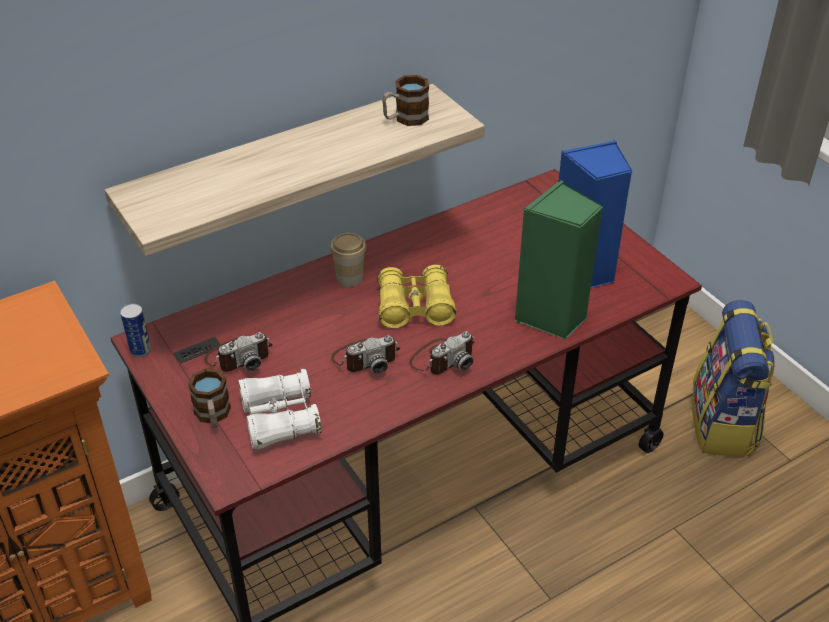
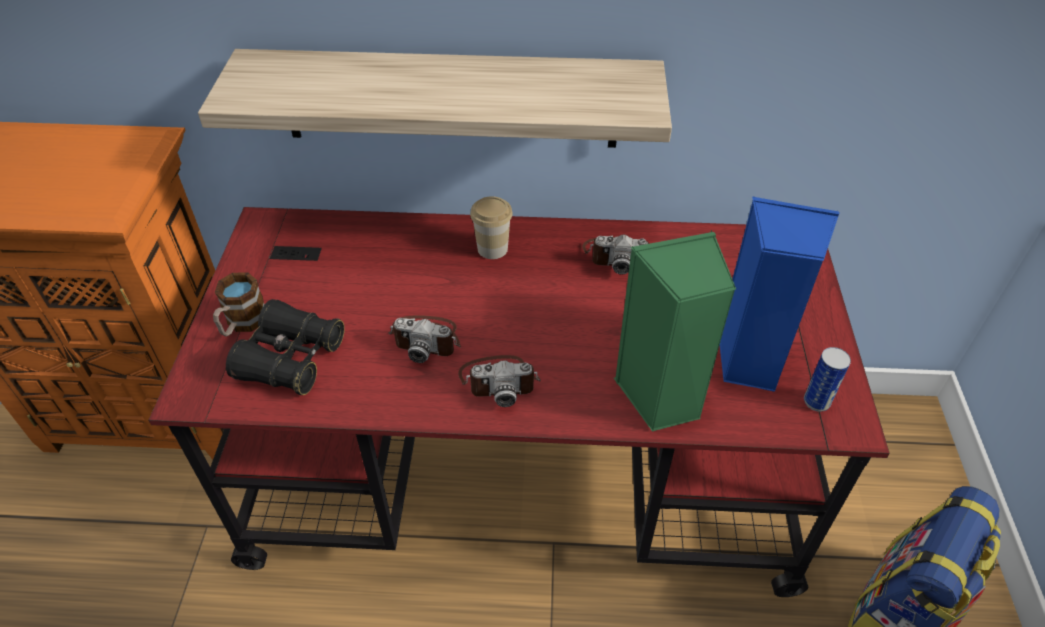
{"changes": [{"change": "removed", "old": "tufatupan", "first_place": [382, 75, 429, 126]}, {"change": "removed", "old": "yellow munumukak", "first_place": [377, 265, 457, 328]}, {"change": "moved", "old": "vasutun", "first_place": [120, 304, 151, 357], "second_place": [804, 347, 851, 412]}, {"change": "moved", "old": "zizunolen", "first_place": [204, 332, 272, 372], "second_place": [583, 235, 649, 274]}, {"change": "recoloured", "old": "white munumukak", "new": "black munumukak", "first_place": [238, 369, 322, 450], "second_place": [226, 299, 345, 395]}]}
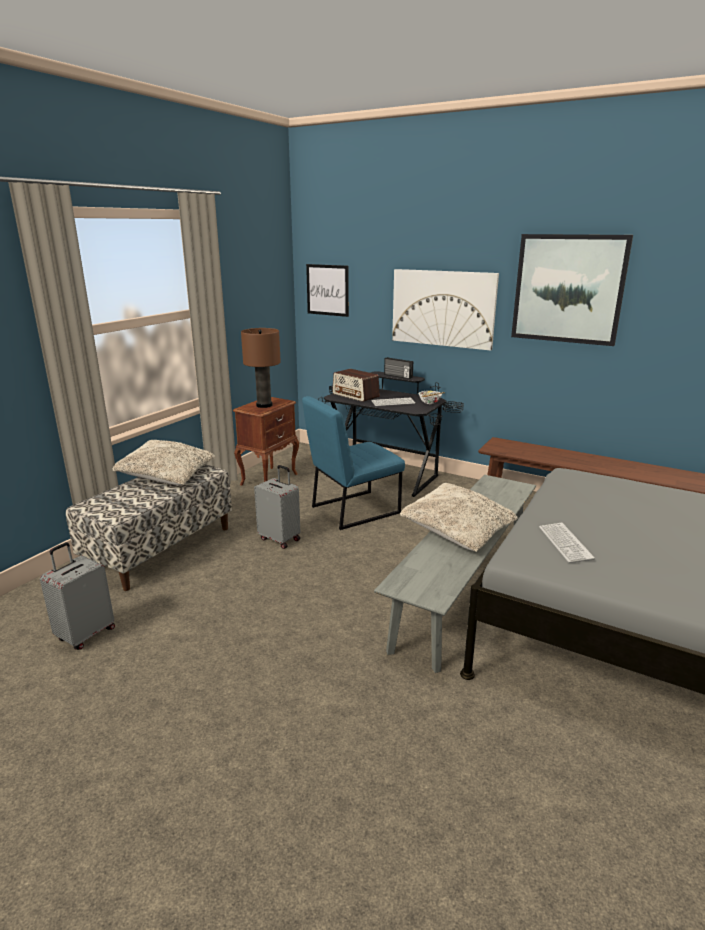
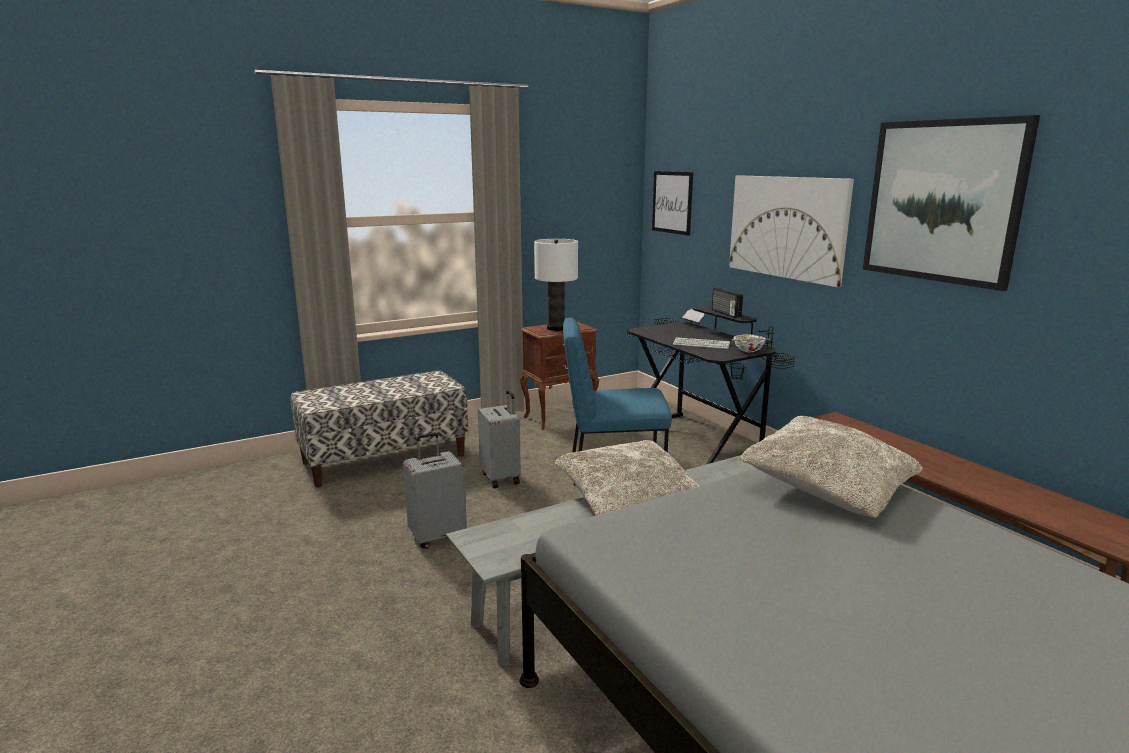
{"changes": [{"change": "recoloured", "old": "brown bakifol", "new": "white bakifol", "first_place": [241, 328, 281, 408], "second_place": [534, 239, 578, 331]}, {"change": "removed", "old": "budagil", "first_place": [332, 369, 380, 402]}, {"change": "moved", "old": "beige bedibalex", "first_place": [112, 440, 215, 485], "second_place": [740, 416, 922, 518]}, {"change": "removed", "old": "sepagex", "first_place": [539, 523, 595, 563]}, {"change": "moved", "old": "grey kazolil", "first_place": [40, 542, 115, 650], "second_place": [403, 432, 467, 549]}]}
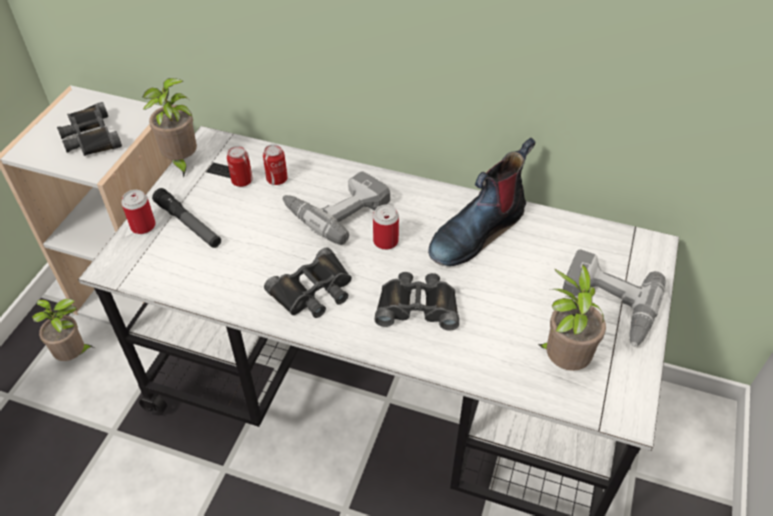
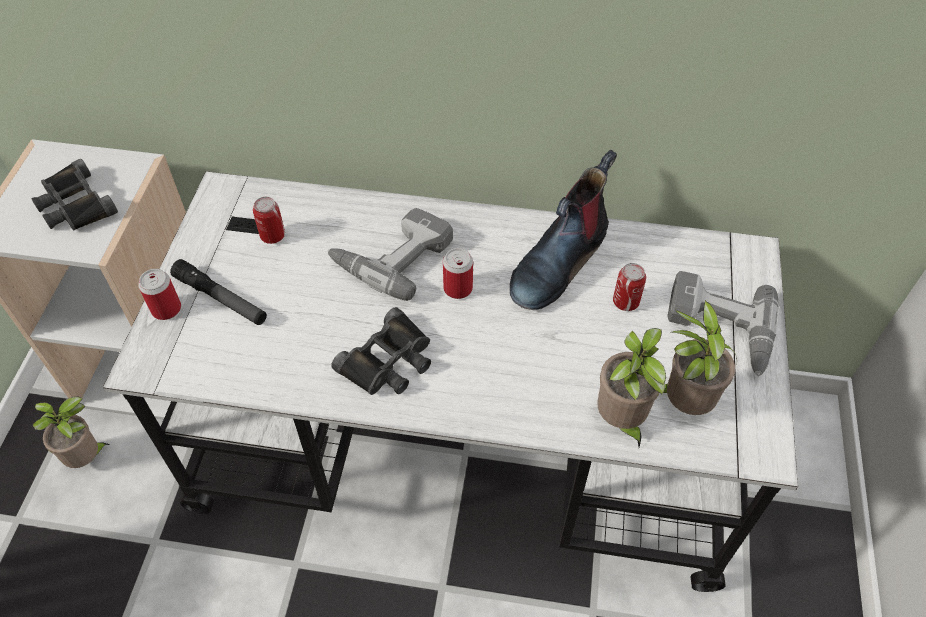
{"changes": [{"change": "moved", "old": "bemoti", "first_place": [143, 78, 197, 178], "second_place": [597, 328, 666, 447]}, {"change": "moved", "old": "vasutun", "first_place": [263, 144, 288, 185], "second_place": [613, 263, 646, 311]}, {"change": "removed", "old": "black munumukak", "first_place": [374, 272, 459, 330]}]}
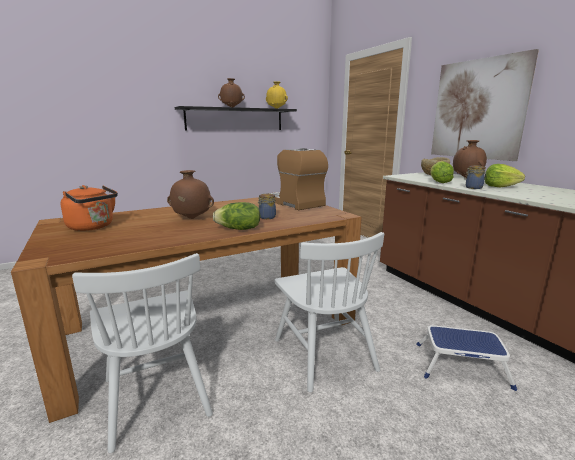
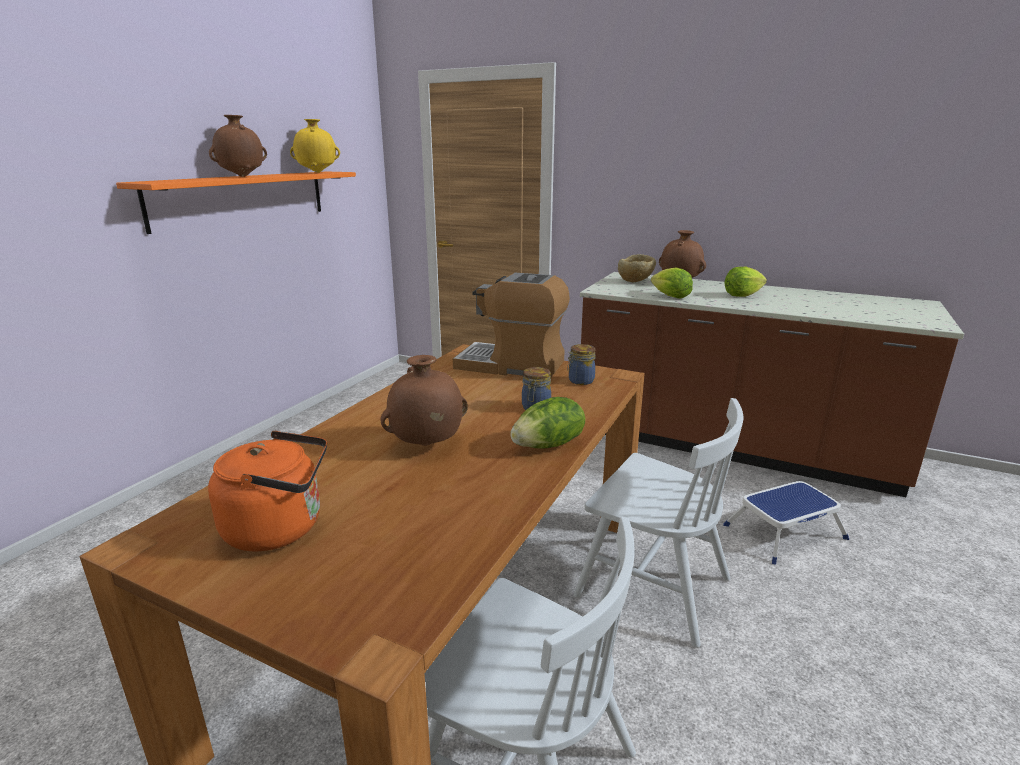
{"changes": [{"change": "removed", "old": "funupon", "first_place": [431, 49, 539, 161]}, {"change": "recoloured", "old": "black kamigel", "new": "orange kamigel", "first_place": [175, 106, 297, 131], "second_place": [116, 172, 356, 234]}, {"change": "moved", "old": "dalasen", "first_place": [464, 165, 486, 189], "second_place": [567, 344, 595, 385]}]}
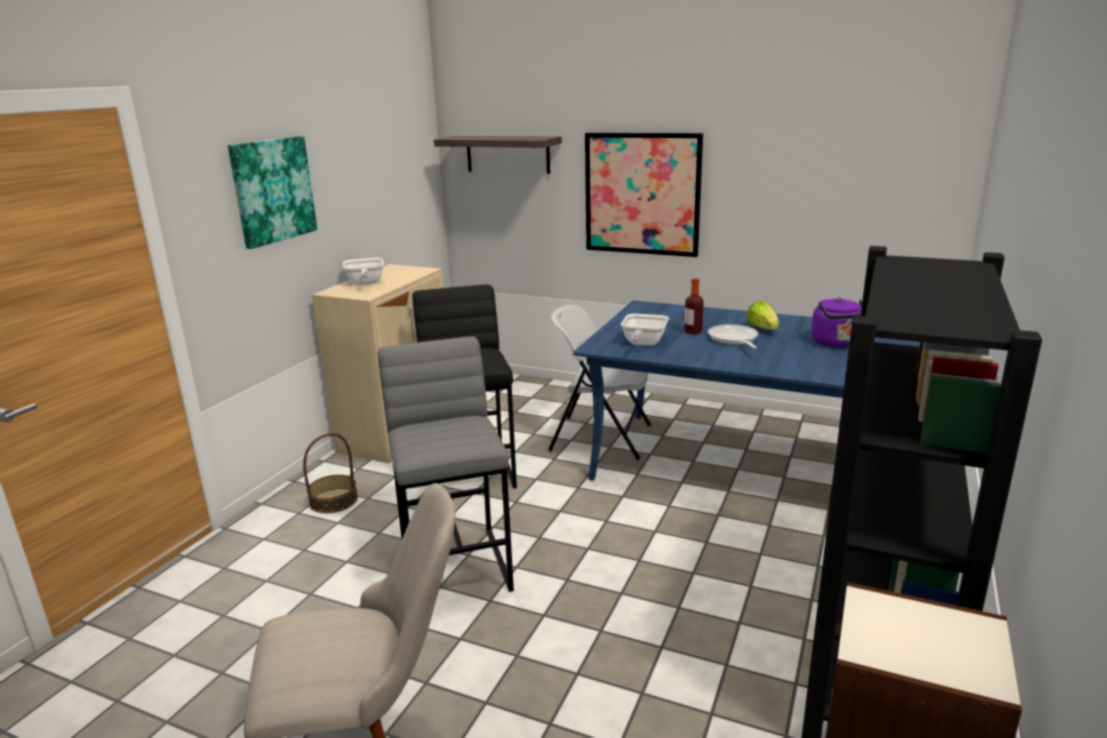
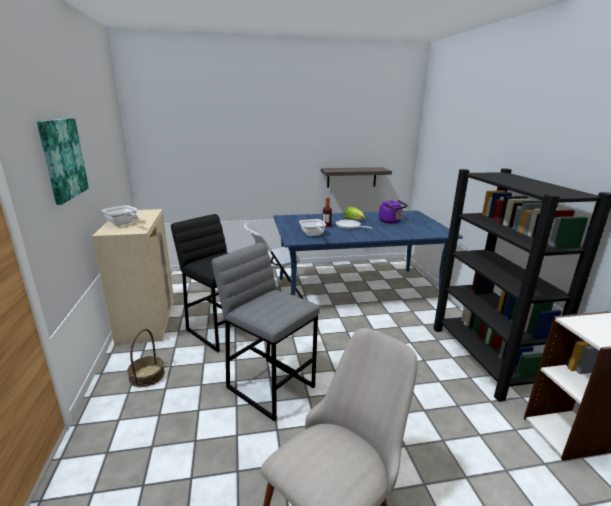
{"changes": [{"change": "removed", "old": "funupon", "first_place": [585, 133, 703, 257]}, {"change": "moved", "old": "kamigel", "first_place": [434, 136, 562, 174], "second_place": [321, 167, 392, 188]}]}
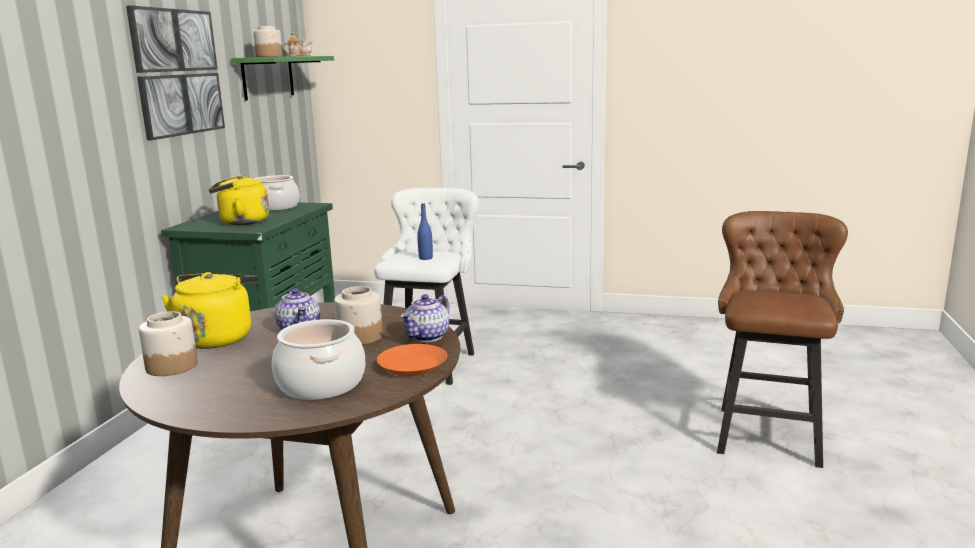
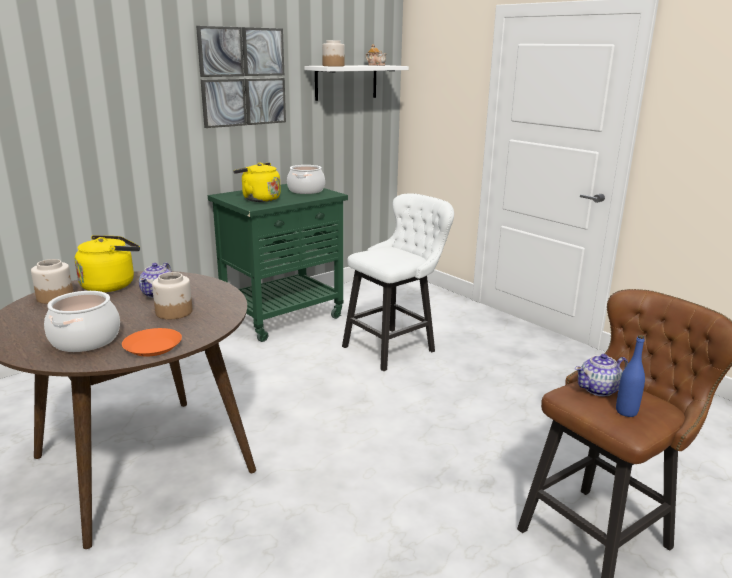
{"changes": [{"change": "recoloured", "old": "green kamigel", "new": "white kamigel", "first_place": [231, 56, 334, 101], "second_place": [304, 65, 409, 101]}, {"change": "moved", "old": "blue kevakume", "first_place": [417, 203, 433, 260], "second_place": [616, 335, 645, 417]}, {"change": "moved", "old": "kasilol", "first_place": [401, 294, 450, 342], "second_place": [575, 354, 628, 397]}]}
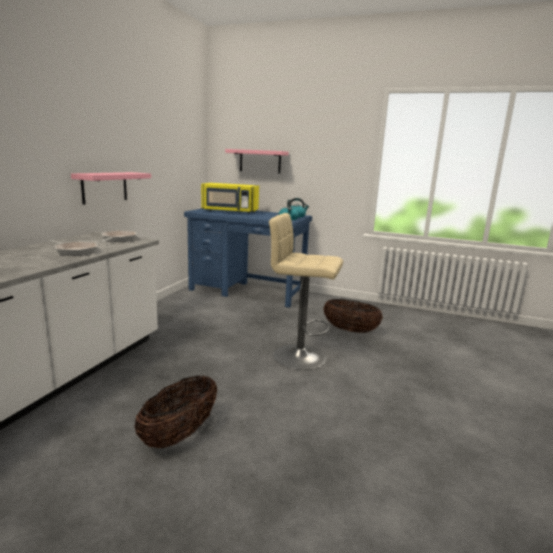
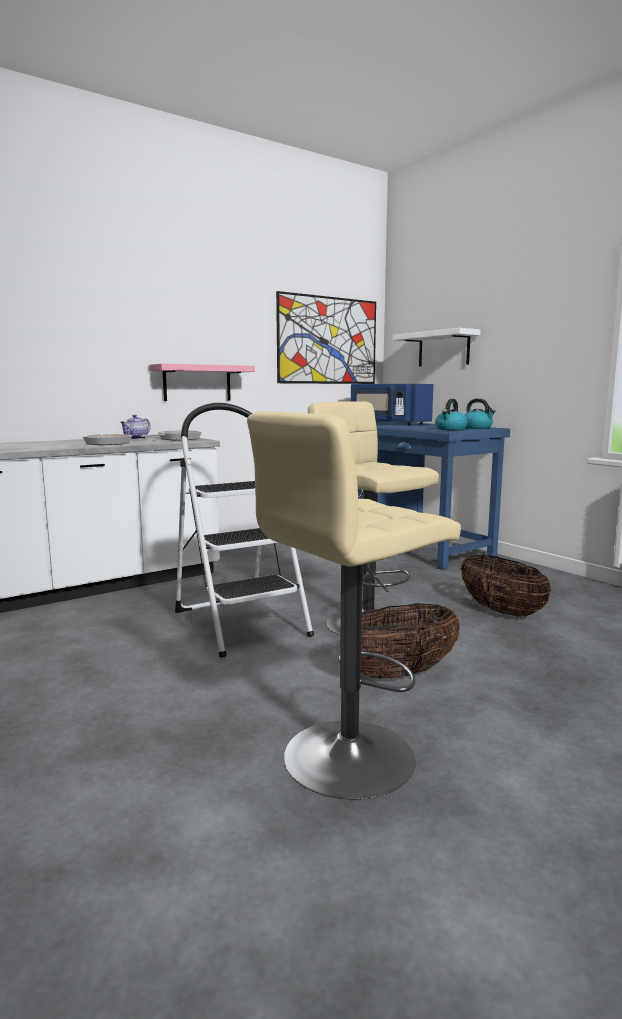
{"changes": [{"change": "recoloured", "old": "pink kamigel", "new": "white kamigel", "first_place": [225, 149, 289, 173], "second_place": [393, 328, 480, 367]}, {"change": "recoloured", "old": "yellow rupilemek", "new": "blue rupilemek", "first_place": [201, 183, 259, 214], "second_place": [351, 384, 433, 425]}, {"change": "moved", "old": "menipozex", "first_place": [134, 376, 217, 448], "second_place": [361, 603, 460, 678]}, {"change": "added", "new": "funupon", "second_place": [276, 291, 376, 384]}, {"change": "added", "new": "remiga", "second_place": [175, 403, 314, 657]}, {"change": "added", "new": "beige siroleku", "second_place": [247, 411, 461, 800]}, {"change": "added", "new": "kasilol", "second_place": [120, 415, 151, 439]}]}
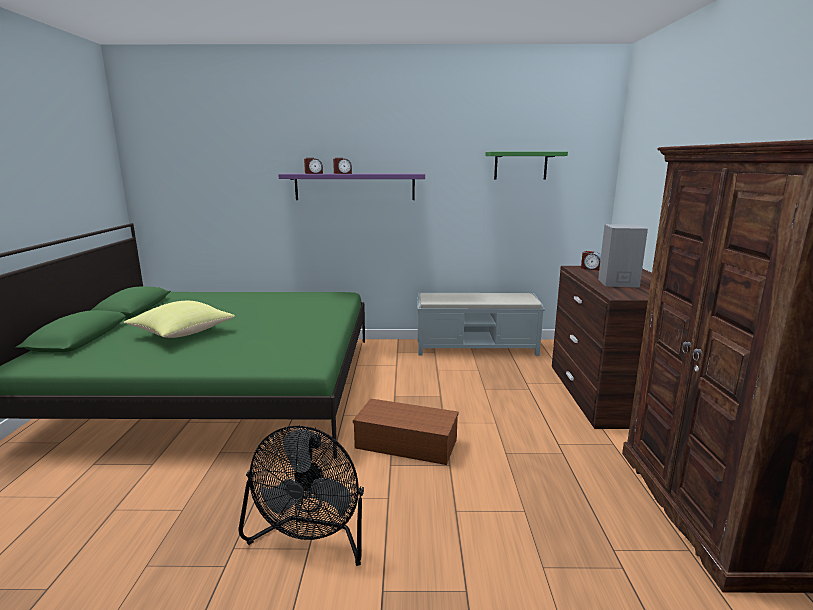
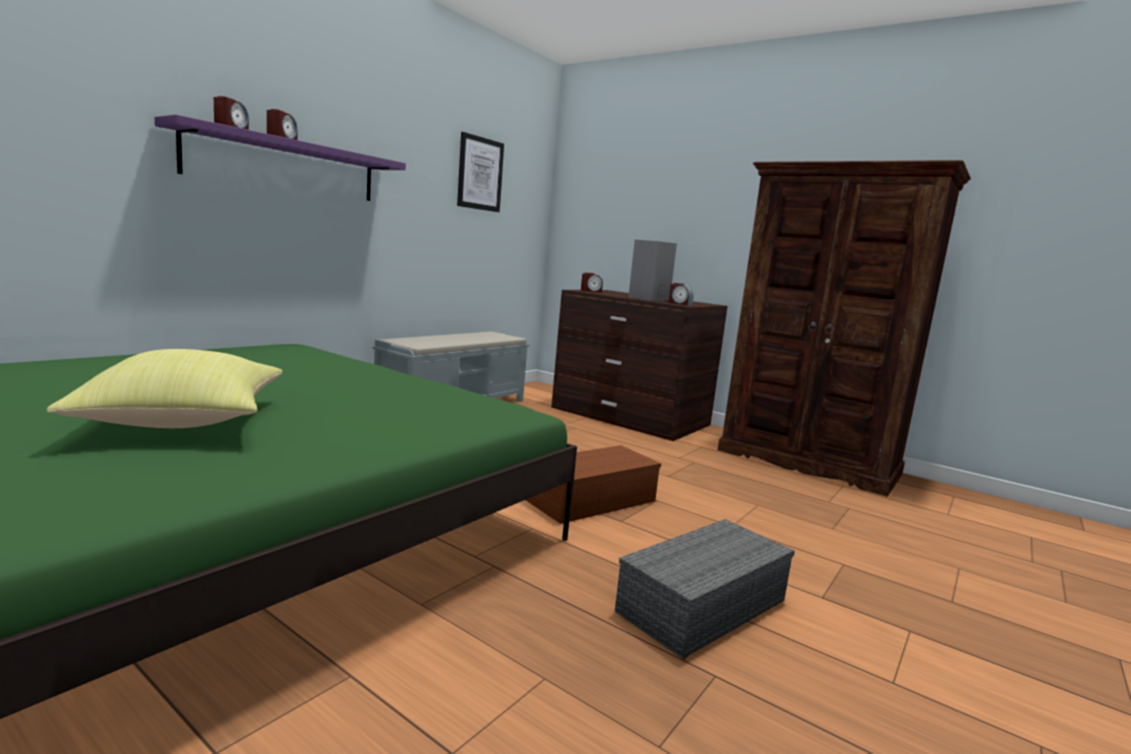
{"changes": [{"change": "replaced", "old": "green kamigel", "new": "funupon", "first_place": [485, 152, 568, 180], "second_place": [457, 132, 504, 212]}, {"change": "replaced", "old": "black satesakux", "new": "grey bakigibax", "first_place": [239, 425, 364, 566], "second_place": [615, 519, 795, 659]}, {"change": "added", "new": "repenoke", "second_place": [669, 283, 694, 305]}]}
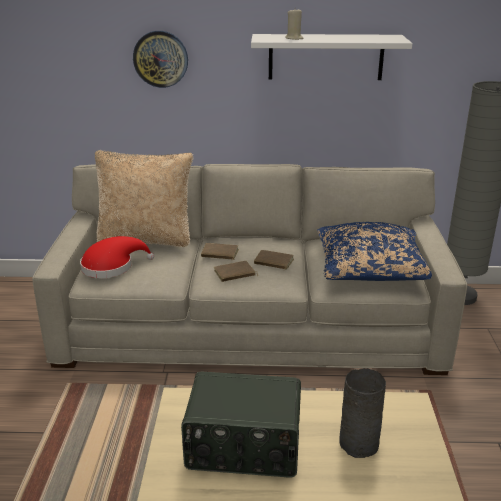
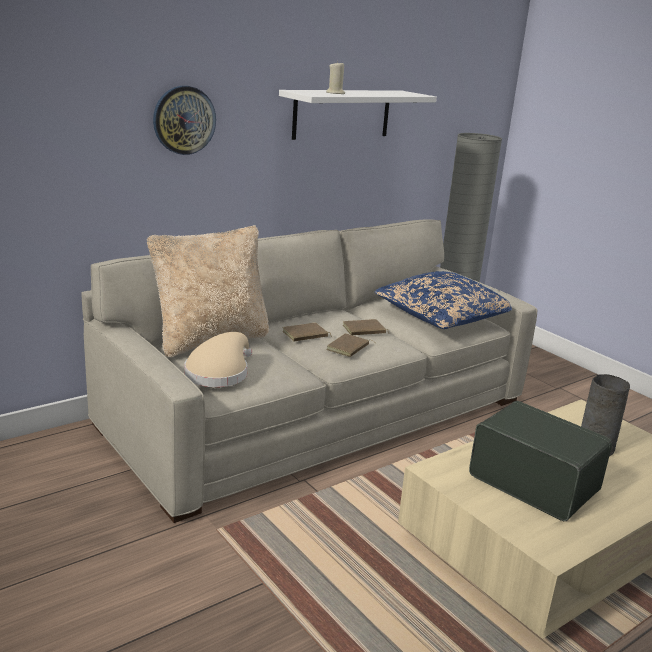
{"changes": [{"change": "recoloured", "old": "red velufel", "new": "beige velufel", "first_place": [80, 236, 154, 278], "second_place": [184, 332, 252, 387]}, {"change": "turned", "old": "budagil", "first_place": [181, 372, 301, 478], "second_place": [469, 401, 612, 521], "degrees": -105}]}
